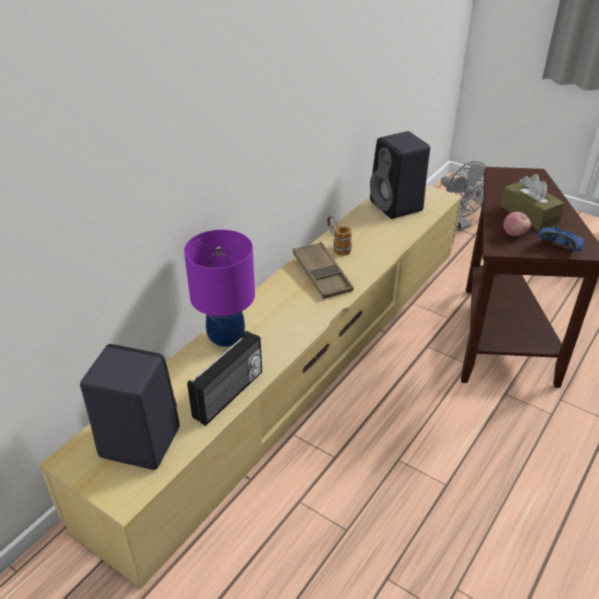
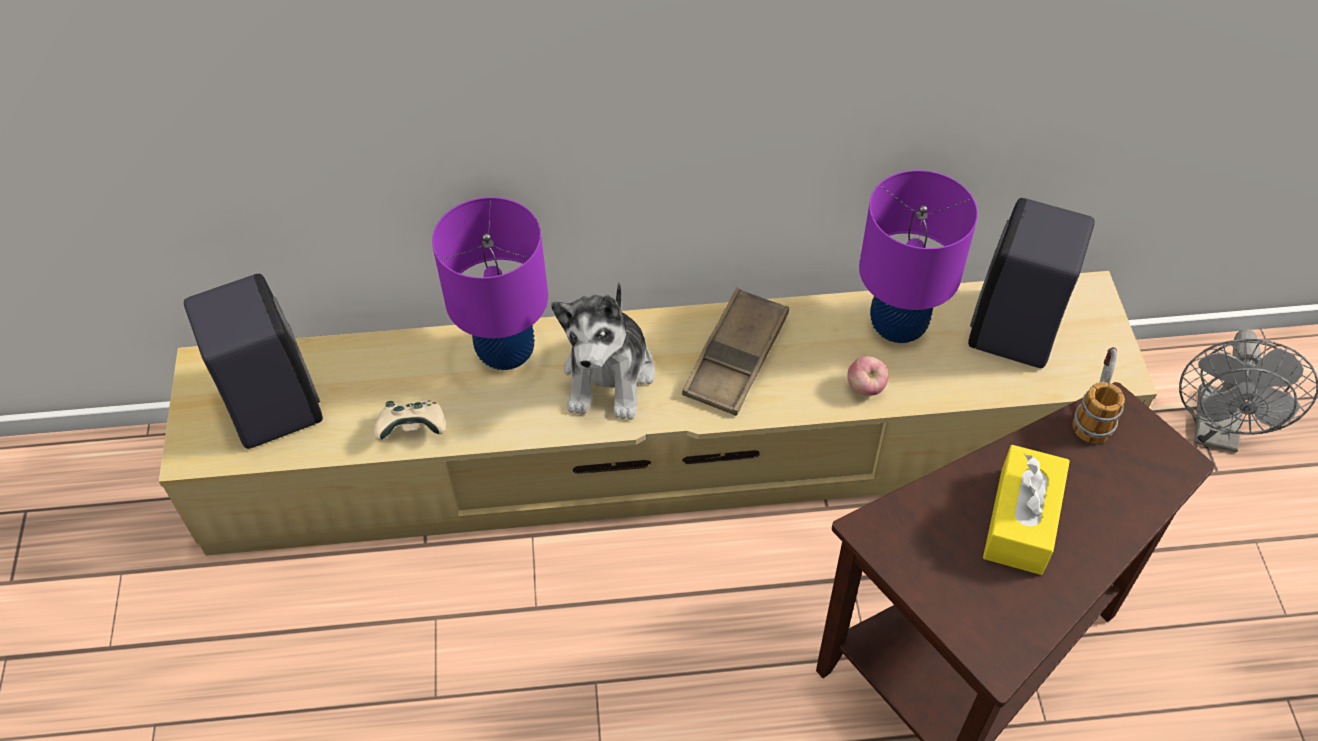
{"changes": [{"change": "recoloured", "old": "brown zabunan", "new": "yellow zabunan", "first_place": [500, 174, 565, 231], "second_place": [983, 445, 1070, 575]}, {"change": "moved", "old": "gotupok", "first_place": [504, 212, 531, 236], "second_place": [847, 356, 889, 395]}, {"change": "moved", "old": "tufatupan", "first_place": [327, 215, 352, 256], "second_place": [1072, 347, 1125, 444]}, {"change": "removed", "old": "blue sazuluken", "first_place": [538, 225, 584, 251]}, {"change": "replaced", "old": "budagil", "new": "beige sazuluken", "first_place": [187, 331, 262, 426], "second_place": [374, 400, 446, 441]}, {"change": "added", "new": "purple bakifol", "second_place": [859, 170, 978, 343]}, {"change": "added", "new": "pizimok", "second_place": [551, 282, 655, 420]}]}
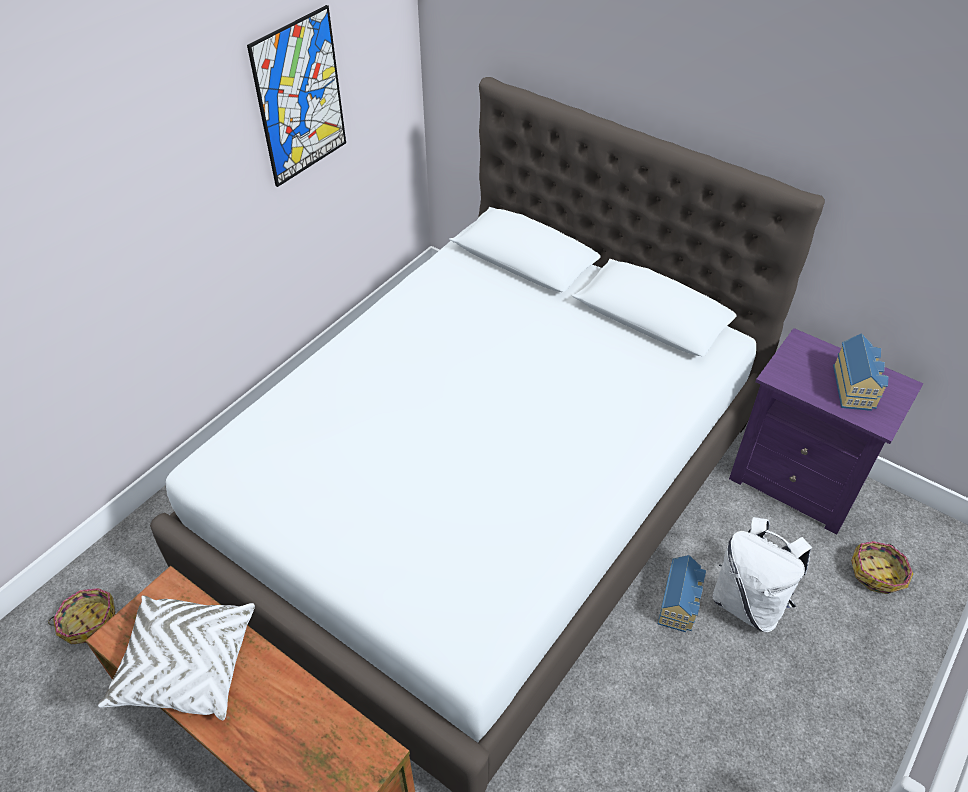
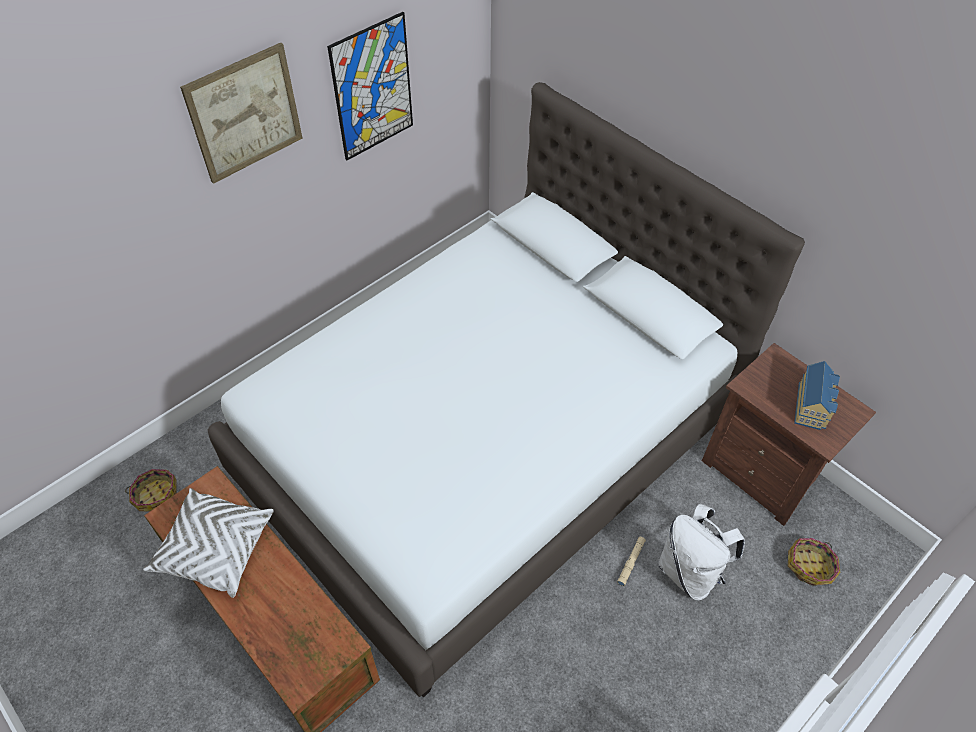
{"changes": [{"change": "recoloured", "old": "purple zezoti", "new": "brown zezoti", "first_place": [729, 328, 924, 535], "second_place": [702, 343, 876, 526]}, {"change": "replaced", "old": "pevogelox", "new": "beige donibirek", "first_place": [658, 555, 706, 632], "second_place": [617, 537, 646, 586]}, {"change": "added", "new": "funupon", "second_place": [180, 43, 302, 184]}]}
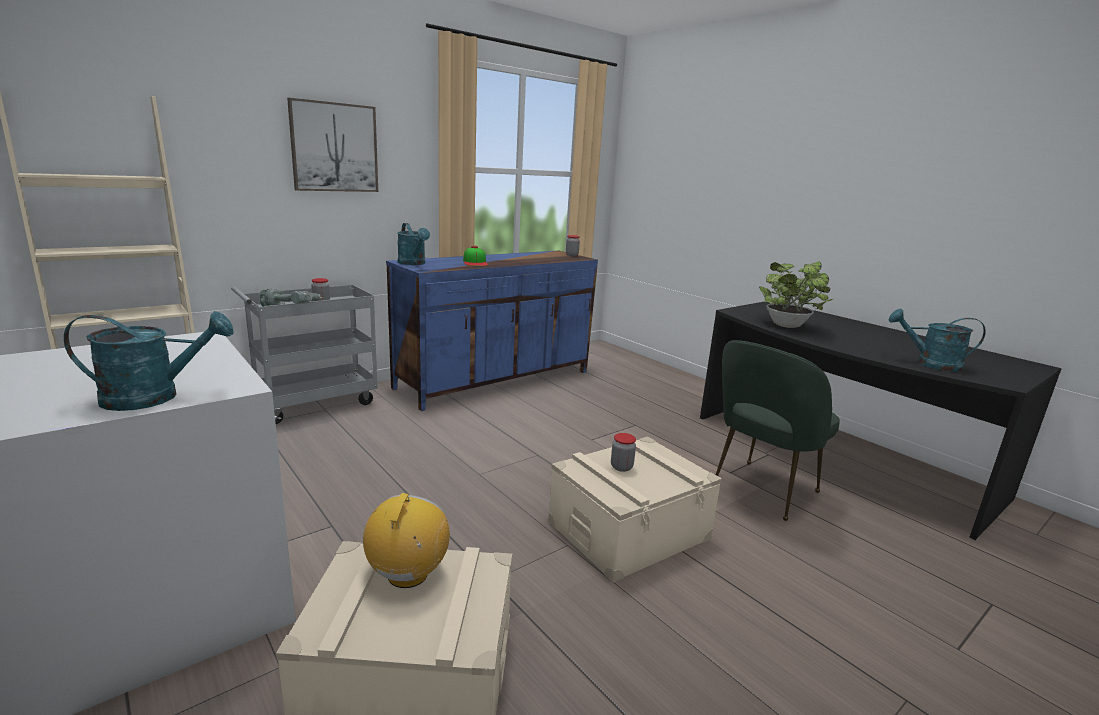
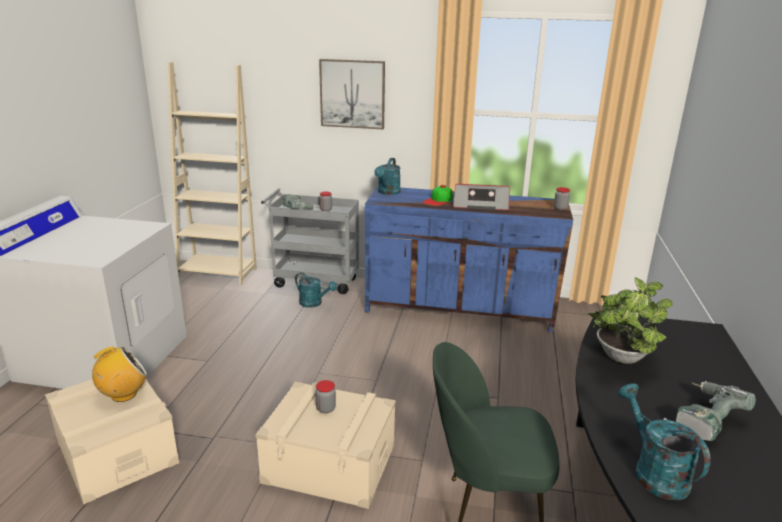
{"changes": [{"change": "moved", "old": "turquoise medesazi", "first_place": [64, 311, 234, 411], "second_place": [295, 272, 337, 308]}, {"change": "added", "new": "budagil", "second_place": [453, 184, 509, 210]}, {"change": "added", "new": "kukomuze", "second_place": [663, 381, 756, 441]}]}
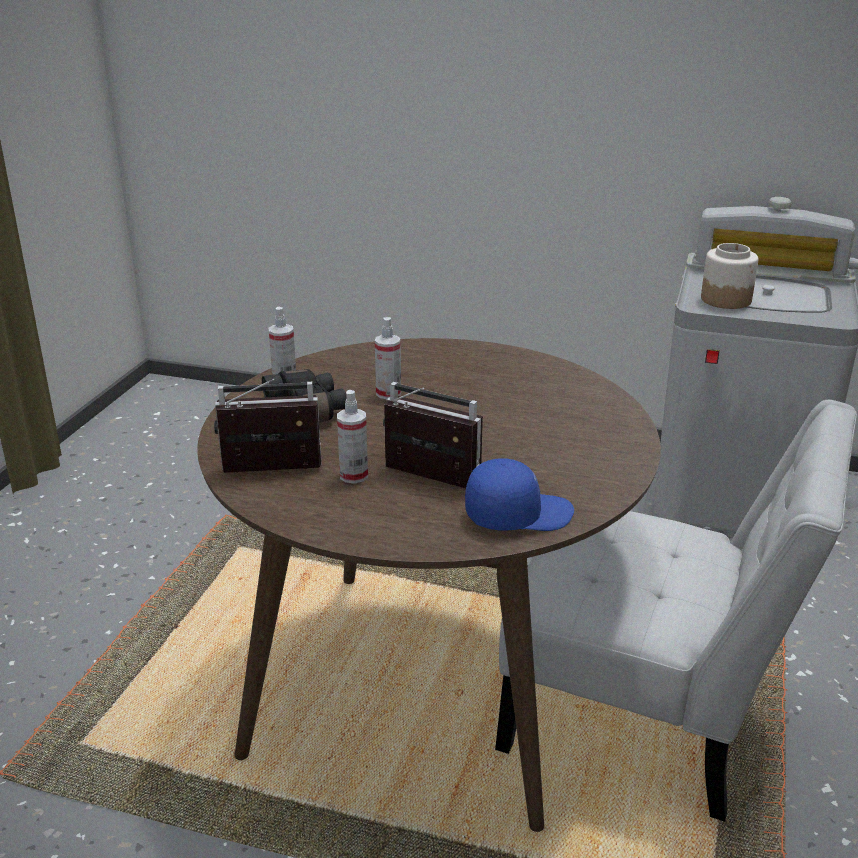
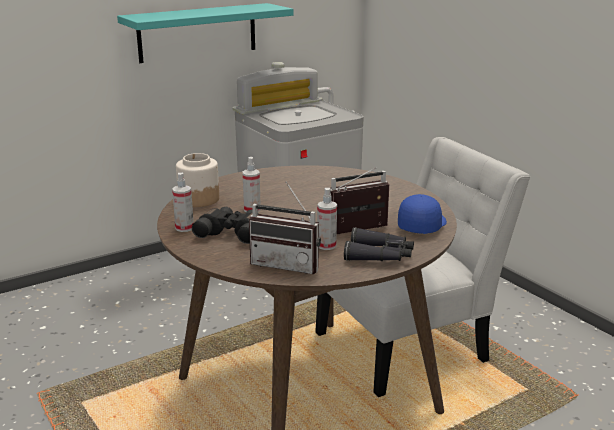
{"changes": [{"change": "moved", "old": "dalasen", "first_place": [701, 243, 758, 309], "second_place": [176, 153, 219, 207]}, {"change": "turned", "old": "budagil", "first_place": [214, 379, 322, 473], "second_place": [249, 182, 321, 274], "degrees": -105}, {"change": "added", "new": "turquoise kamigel", "second_place": [117, 3, 294, 63]}, {"change": "added", "new": "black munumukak", "second_place": [344, 227, 414, 261]}]}
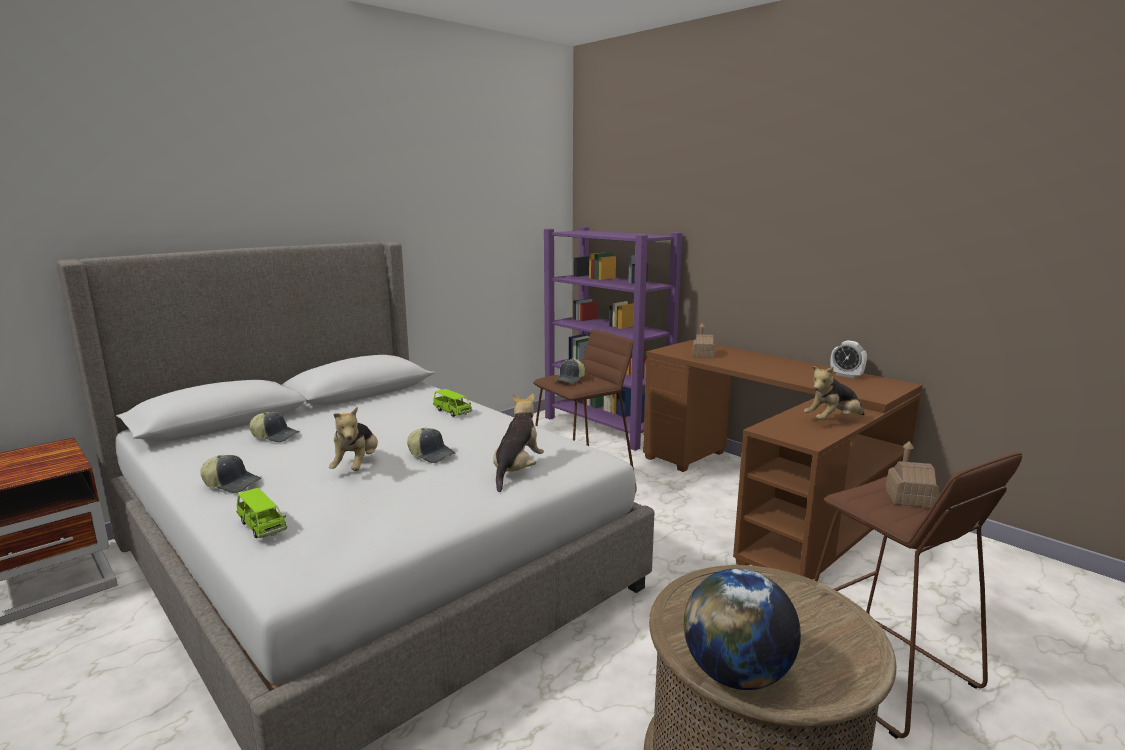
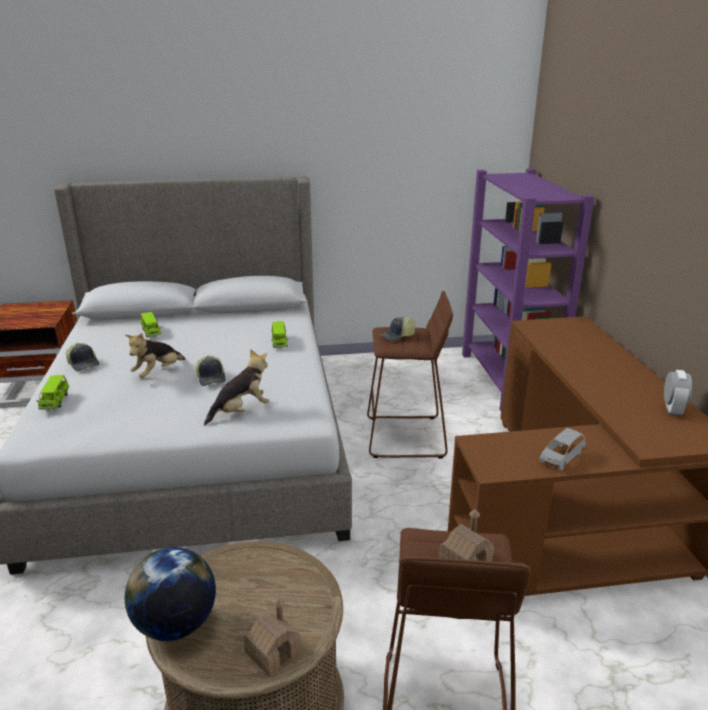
{"changes": [{"change": "moved", "old": "pevogelox", "first_place": [692, 323, 715, 358], "second_place": [244, 598, 301, 677]}, {"change": "turned", "old": "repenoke", "first_place": [830, 341, 867, 378], "second_place": [664, 370, 692, 416], "degrees": -150}, {"change": "replaced", "old": "pizimok", "new": "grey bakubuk", "first_place": [804, 366, 864, 420], "second_place": [539, 428, 586, 471]}, {"change": "replaced", "old": "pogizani", "new": "green bakubuk", "first_place": [250, 412, 299, 442], "second_place": [141, 312, 161, 337]}]}
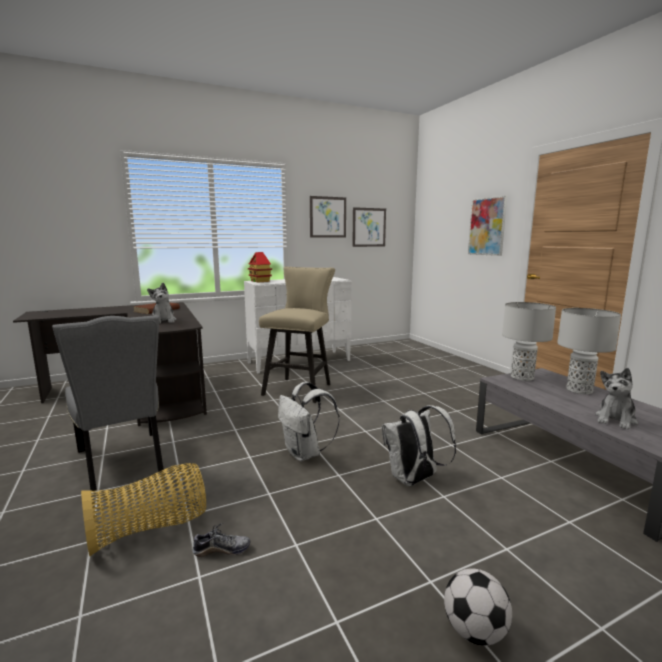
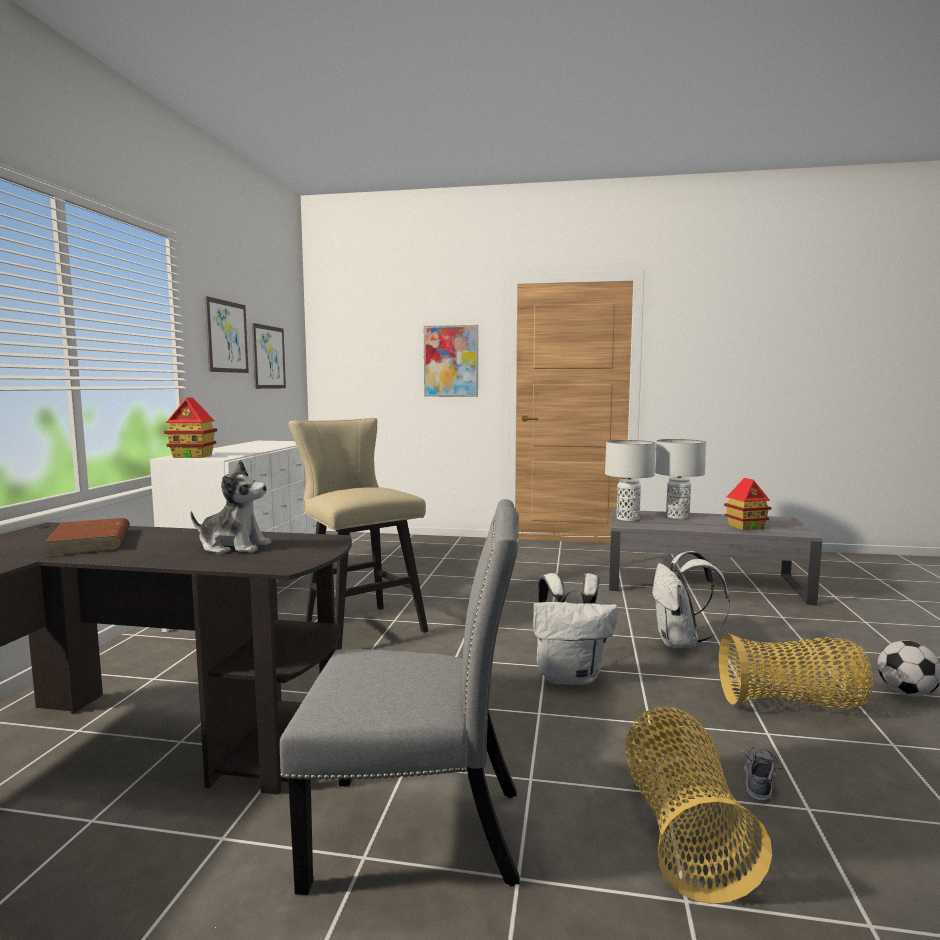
{"changes": [{"change": "replaced", "old": "pizimok", "new": "pevogelox", "first_place": [595, 368, 638, 430], "second_place": [724, 478, 771, 530]}, {"change": "added", "new": "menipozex", "second_place": [719, 633, 873, 709]}]}
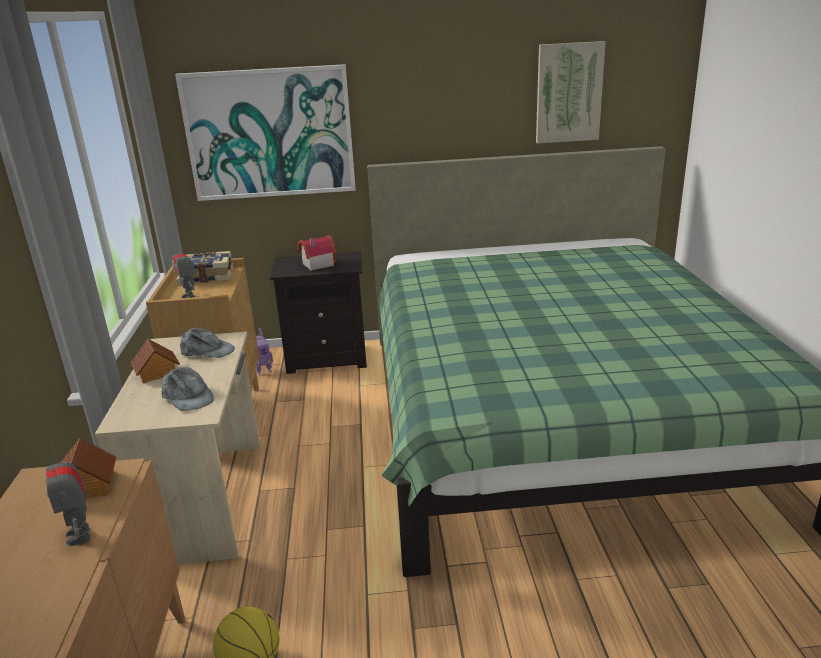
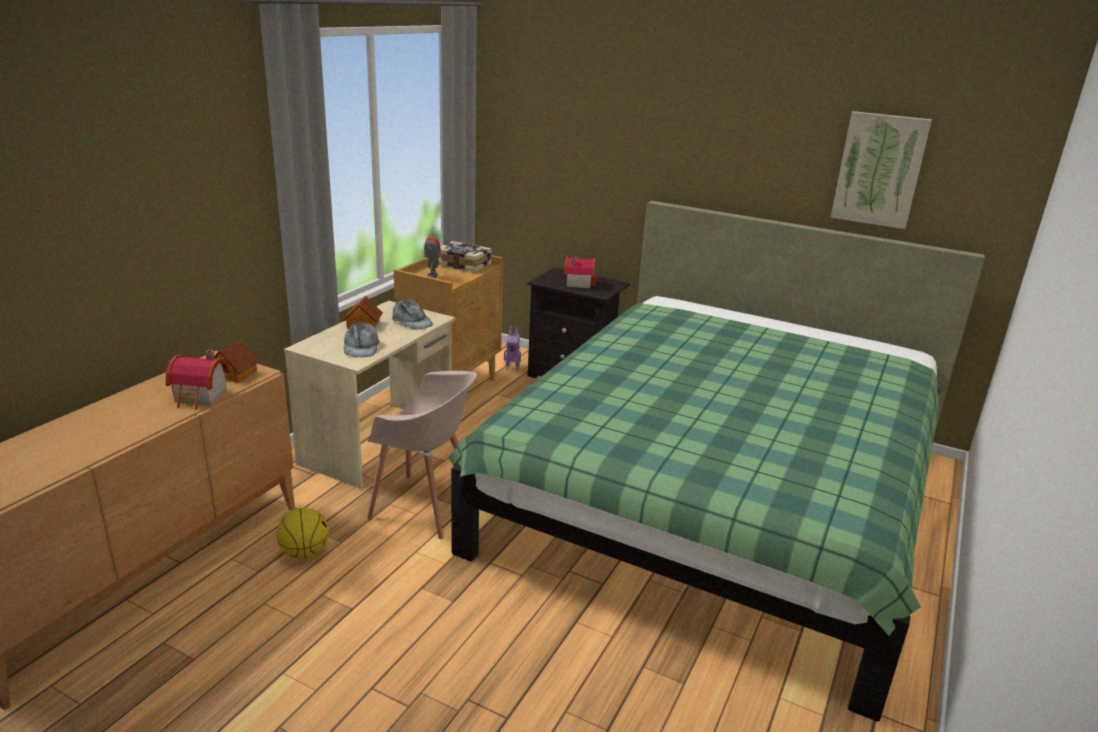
{"changes": [{"change": "removed", "old": "funupon", "first_place": [175, 64, 356, 201]}, {"change": "replaced", "old": "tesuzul", "new": "pevogelox", "first_place": [45, 443, 90, 546], "second_place": [166, 350, 230, 410]}, {"change": "added", "new": "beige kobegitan", "second_place": [367, 371, 477, 539]}]}
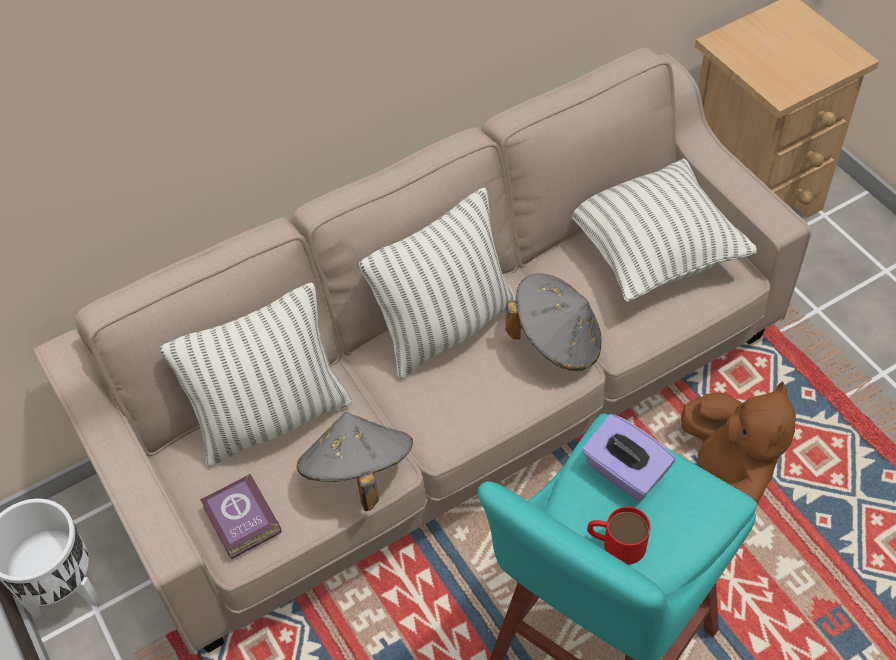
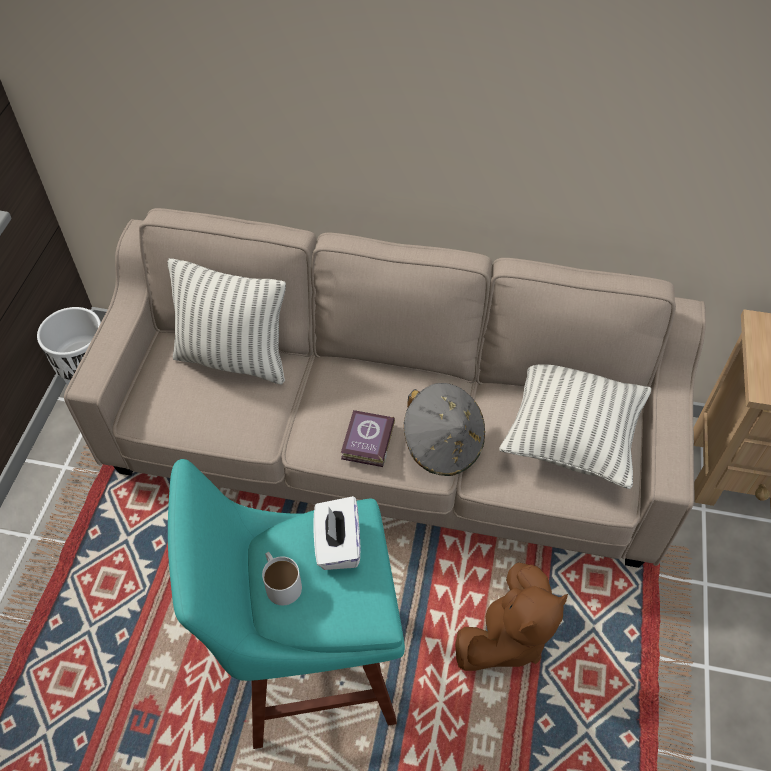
{"changes": [{"change": "removed", "old": "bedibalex", "first_place": [359, 188, 516, 379]}, {"change": "removed", "old": "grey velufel", "first_place": [297, 412, 413, 511]}, {"change": "recoloured", "old": "purple zabunan", "new": "white zabunan", "first_place": [582, 414, 675, 501], "second_place": [314, 496, 361, 570]}, {"change": "moved", "old": "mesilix", "first_place": [200, 473, 281, 559], "second_place": [341, 410, 395, 467]}, {"change": "recoloured", "old": "red tufatupan", "new": "white tufatupan", "first_place": [587, 507, 651, 565], "second_place": [262, 552, 302, 605]}]}
